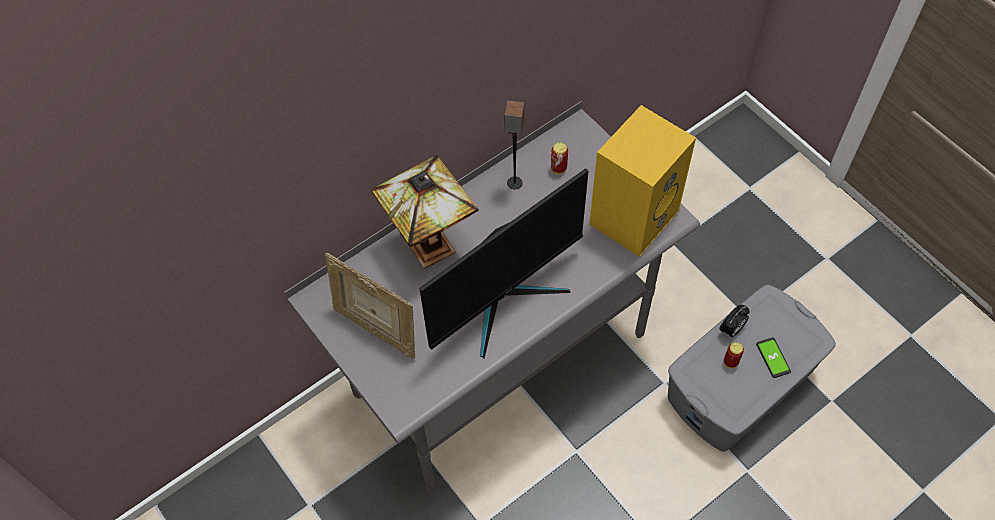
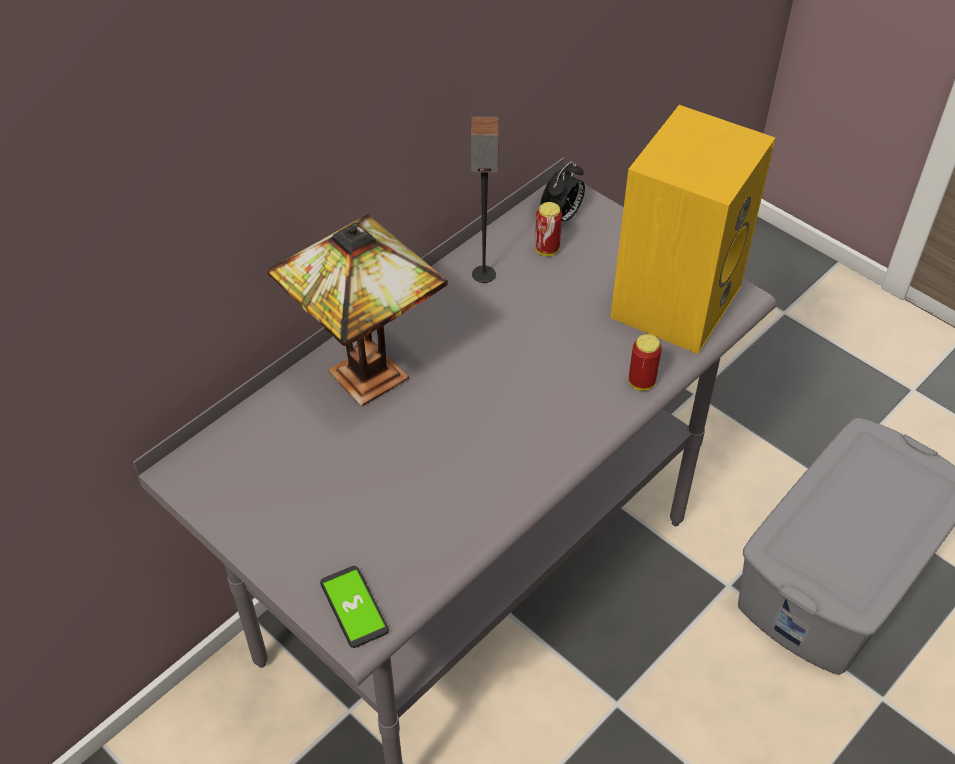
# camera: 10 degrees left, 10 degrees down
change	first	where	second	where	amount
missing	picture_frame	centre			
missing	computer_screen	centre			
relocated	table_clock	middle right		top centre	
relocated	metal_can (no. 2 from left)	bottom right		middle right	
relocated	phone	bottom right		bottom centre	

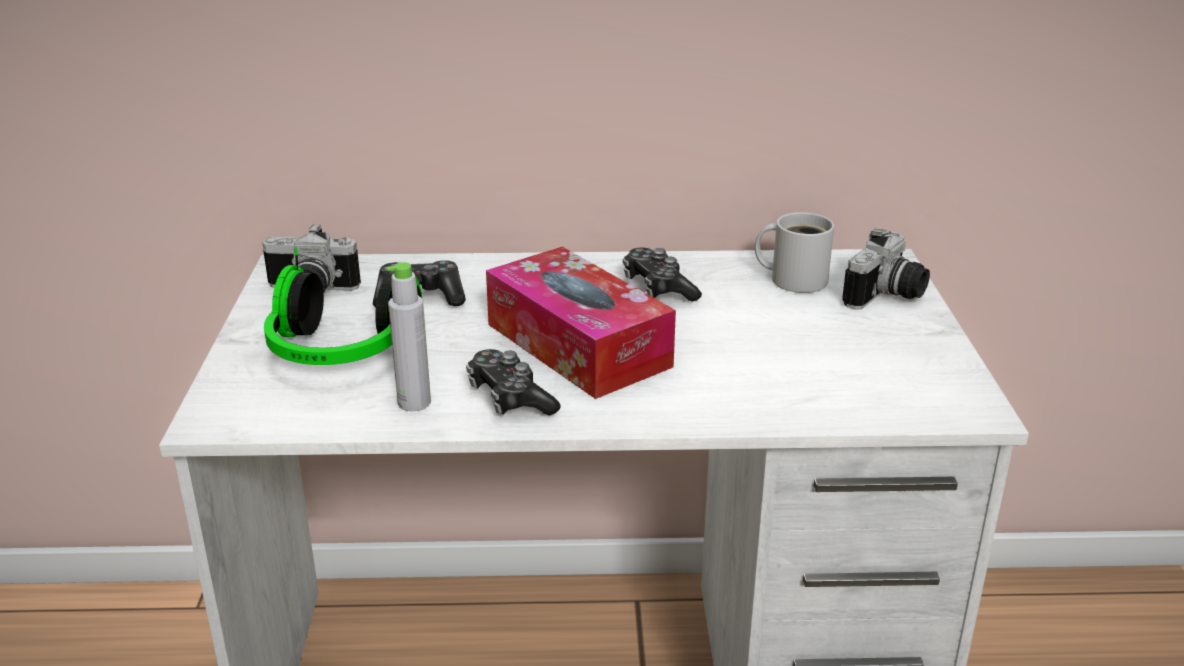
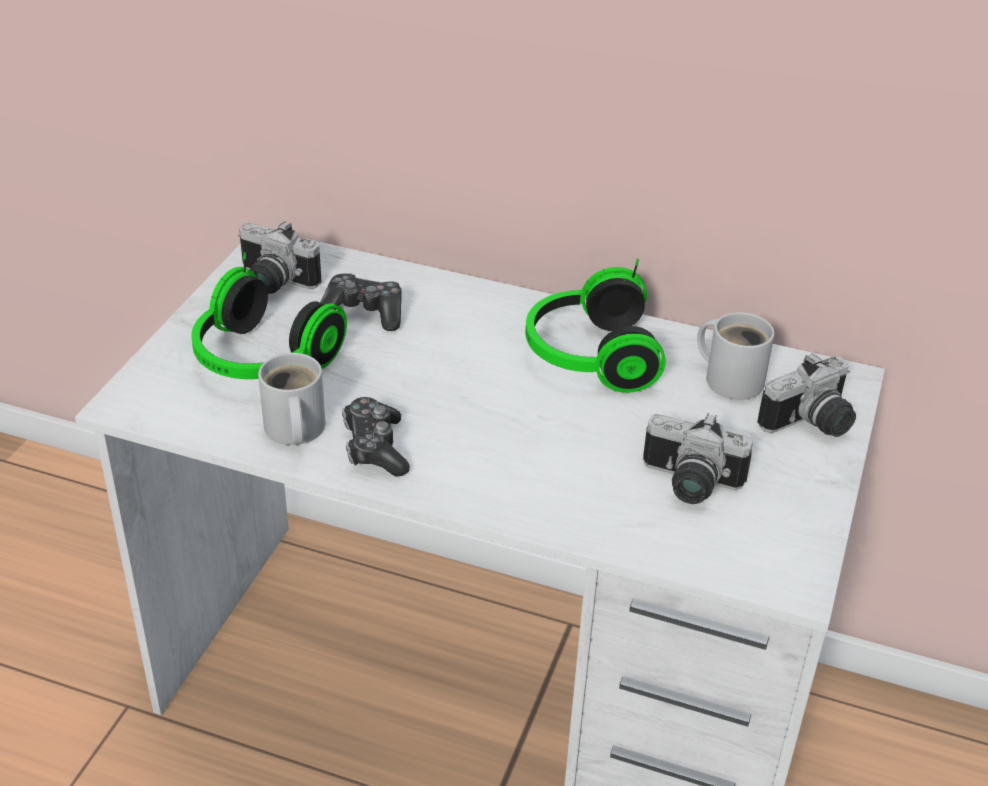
# camera: 20 degrees right, 10 degrees up
change	first	where	second	where	amount
exchanged	grey_bottle	centre	white_tea_mug (no. 1 from left)	middle left	
missing	tissue_box	centre			
exchanged	game_controller (no. 3 from left)	centre	pair_of_headphones (no. 2 from left)	centre	
appeared			still_camera (no. 2 from left)	middle right	

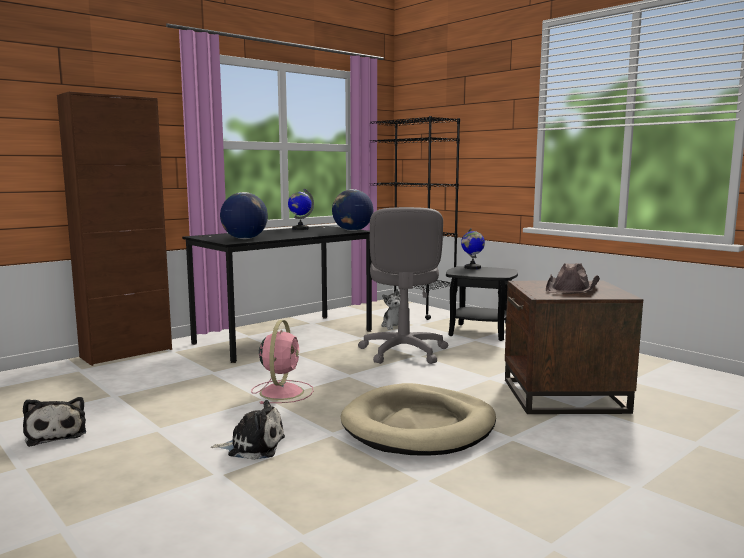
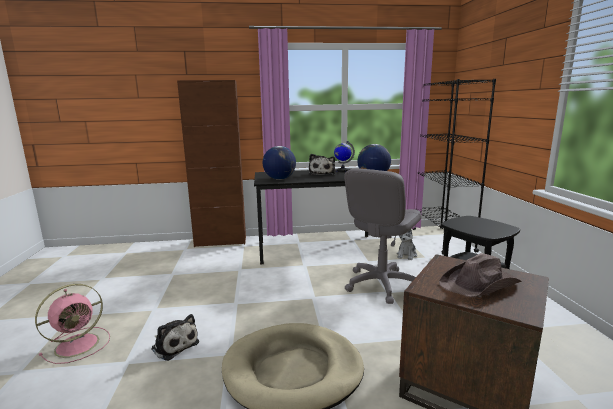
# camera: 35 degrees right, 5 degrees up
change	first	where	second	where	amount
relocated	cuddly_toy (no. 1 from left in the first image)	bottom left	cuddly_toy (no. 2 from left)	centre	
relocated	pink-coloured_fan	centre		bottom left	
missing	world_globe (no. 4 from left)	centre			

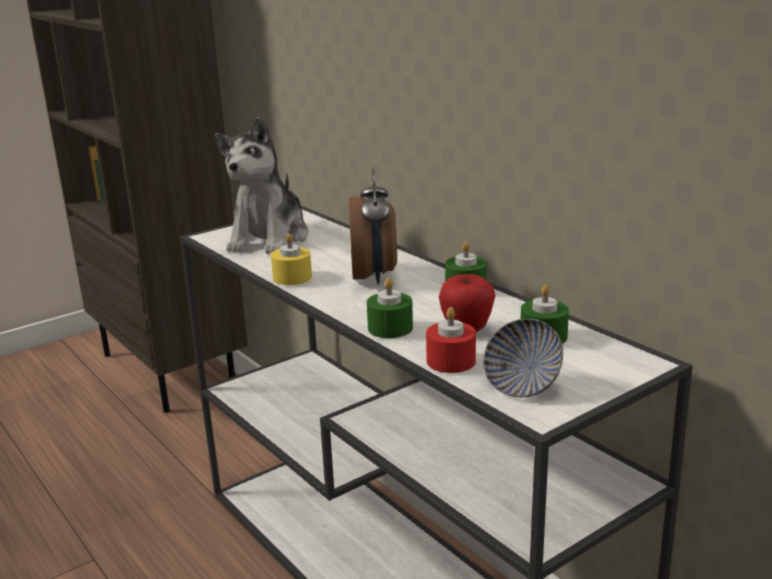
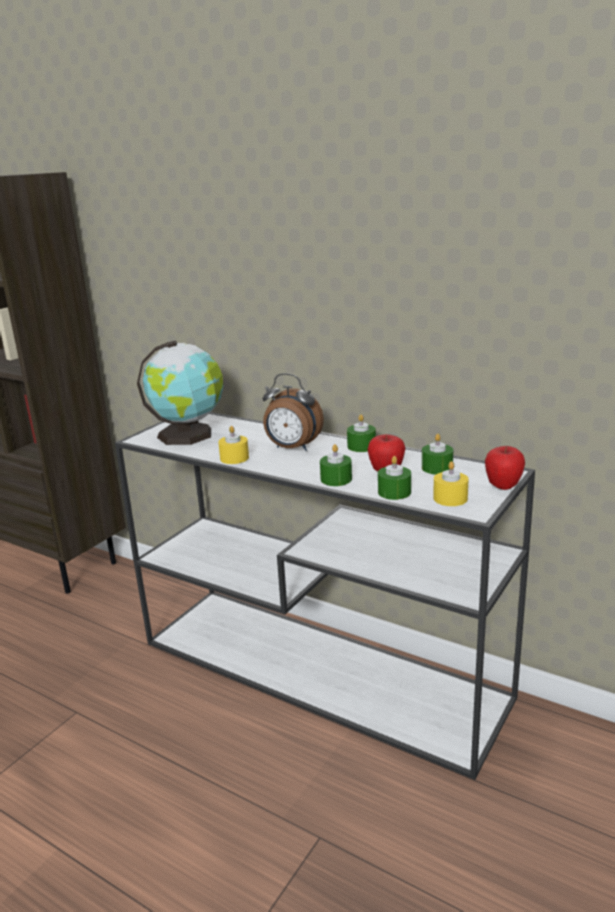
# camera: 20 degrees left, 0 degrees up
change	first	where	second	where	amount
exchanged	cuddly_toy	top centre	world_globe	middle left	
spun	table_clock	centre		centre	135 degrees clockwise
colour	red_wax_light	centre	green_wax_light (no. 3 from left)	centre	
exchanged	deep_dish	middle right	yellow-coloured_wax_light (no. 2 from left)	middle right	
appeared			whole_apple (no. 2 from left)	middle right	

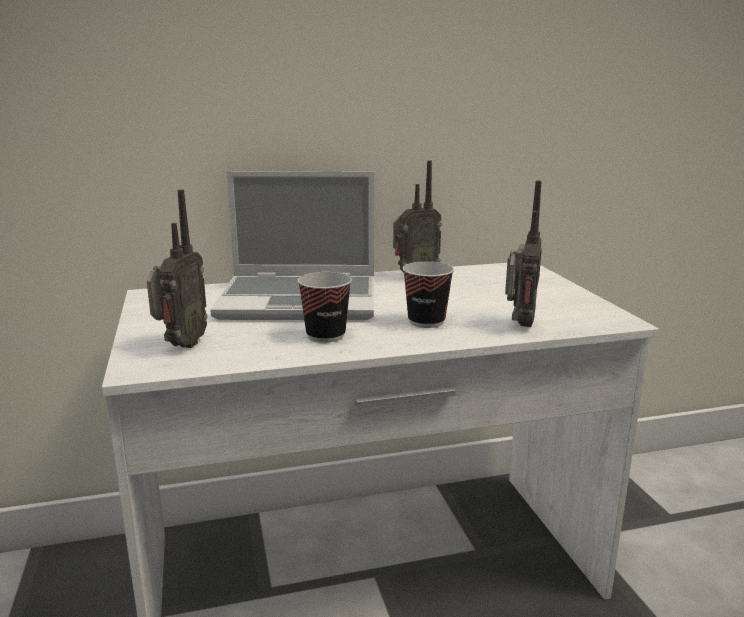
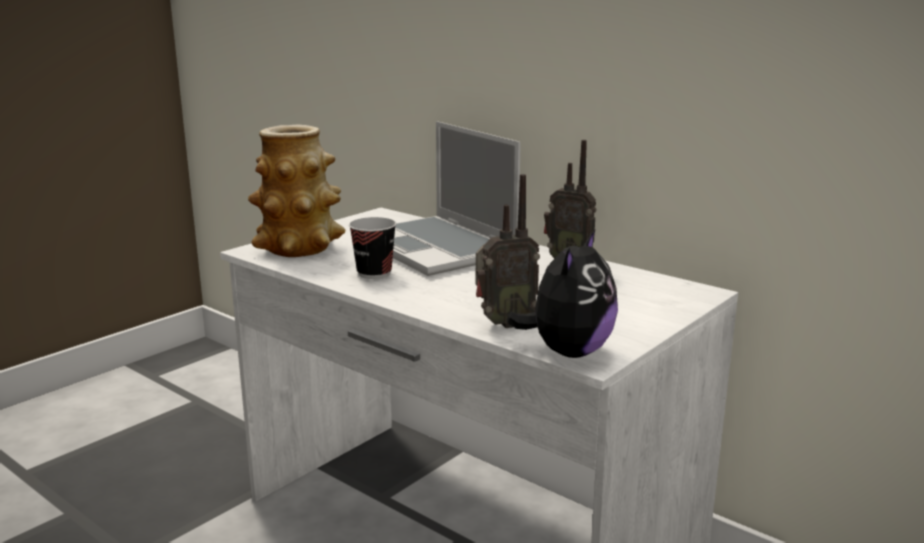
# camera: 55 degrees right, 0 degrees up
change	first	where	second	where	amount
exchanged	radio_receiver (no. 1 from left)	middle left	flower_vase	middle left	
missing	small_cup (no. 2 from left)	centre			
appeared			cuddly_toy	centre	

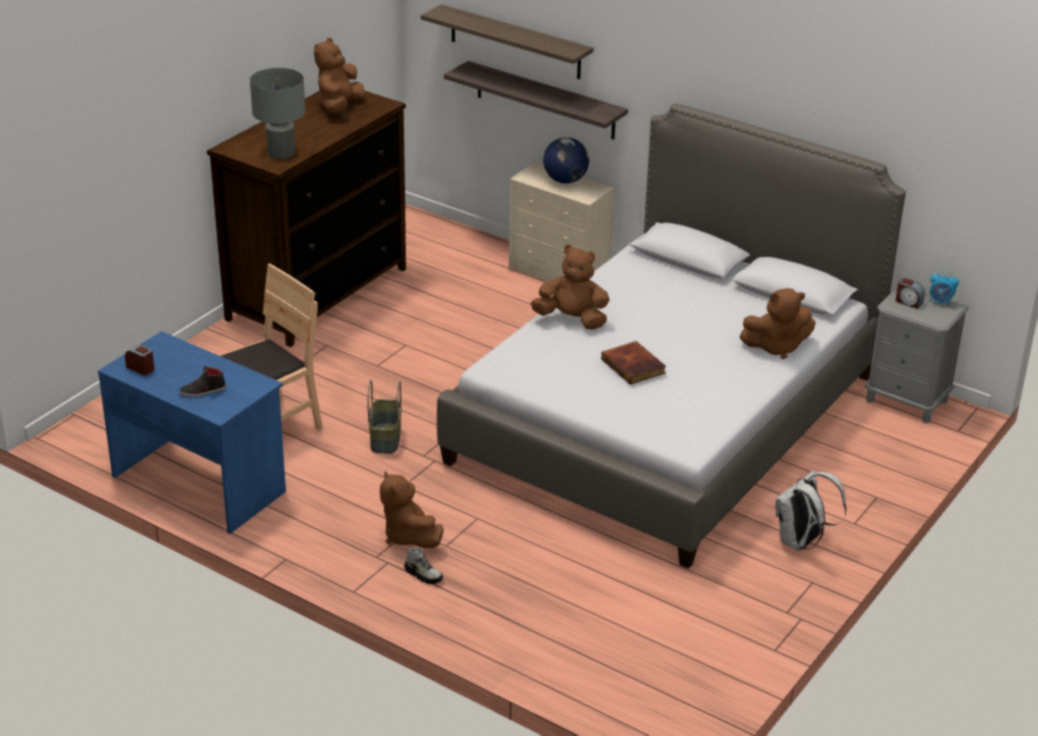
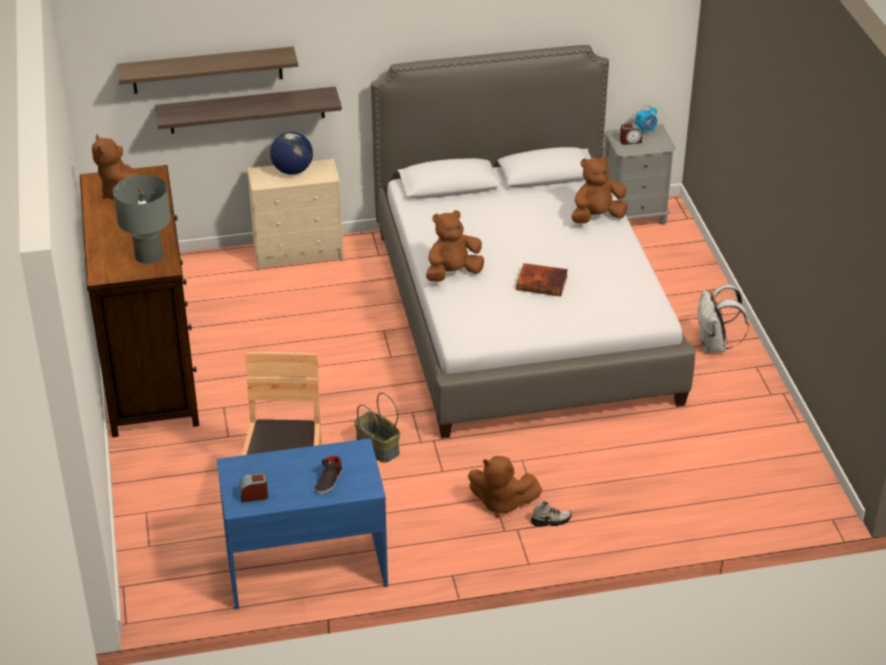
# camera: 45 degrees left, 5 degrees up
change	first	where	second	where	amount
spun	brownish_cuddly_toy (no. 4 from left)	middle right		top right	150 degrees counterclockwise

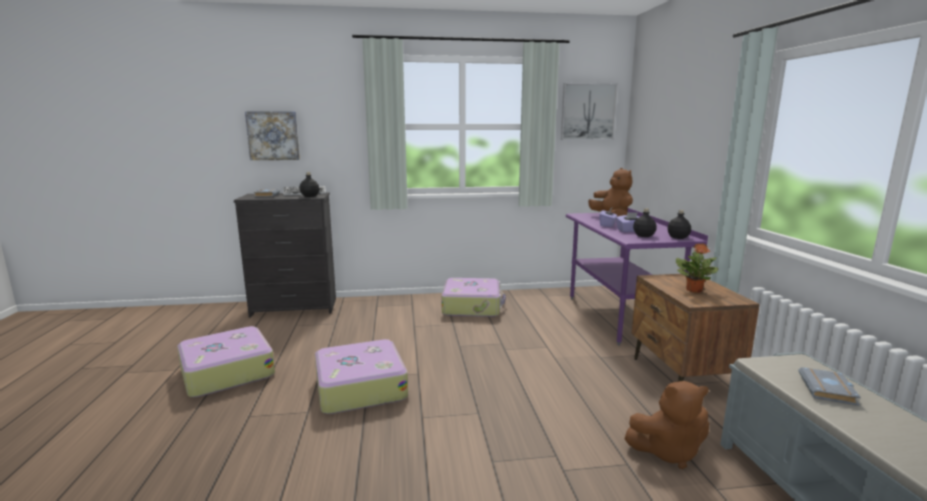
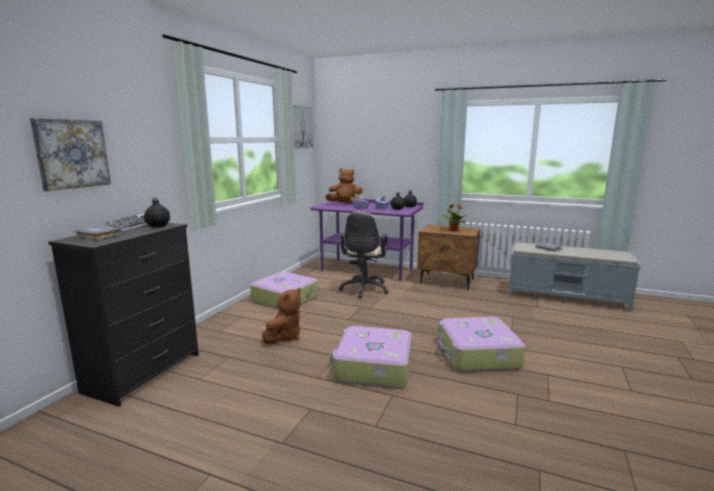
# camera: 60 degrees left, 0 degrees up
change	first	where	second	where	amount
relocated	piece_of_luggage (no. 1 from left in the first image)	bottom left	piece_of_luggage (no. 3 from left)	bottom right	
relocated	brownish_cuddly_toy (no. 2 from left in the first image)	bottom right	brownish_cuddly_toy (no. 1 from left)	centre	
appeared			beige-coloured_office_chair	centre	

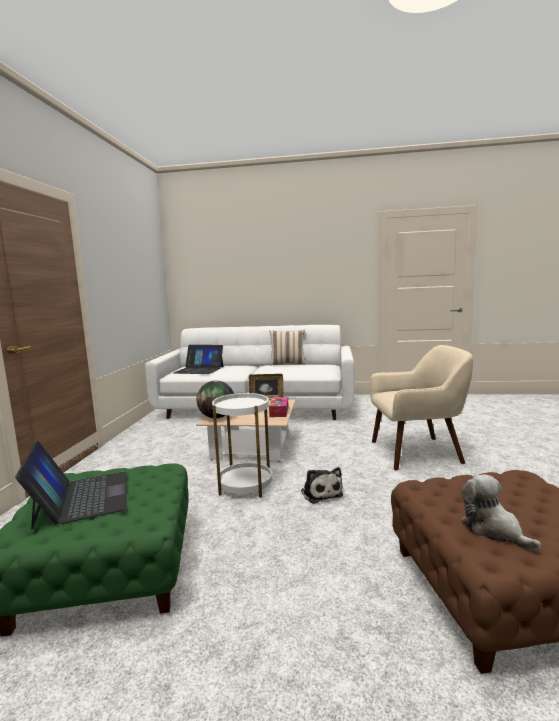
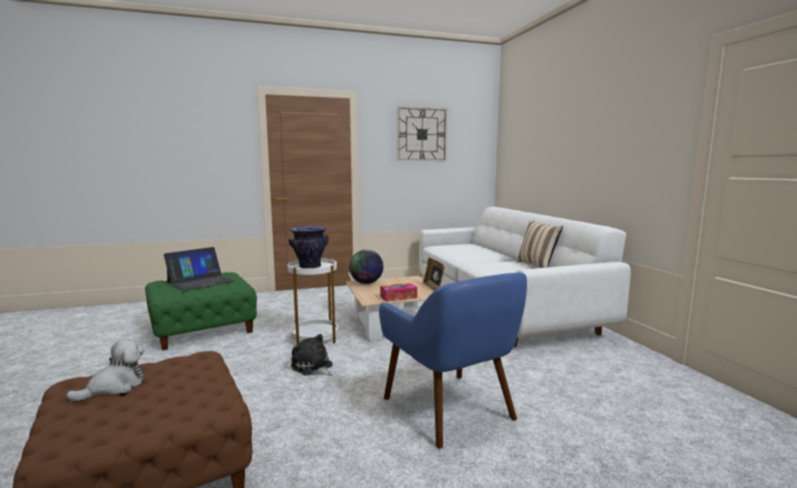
# camera: 65 degrees right, 0 degrees up
change	first	where	second	where	amount
missing	laptop (no. 2 from left)	centre			
spun	cuddly_toy (no. 1 from left in the first image)	bottom centre	cuddly_toy (no. 2 from left)	bottom centre	90 degrees clockwise
colour	beige-coloured_armchair	middle right	blue-coloured_armchair	bottom centre	
appeared			flower_vase	centre	
appeared			wall_clock	top centre	

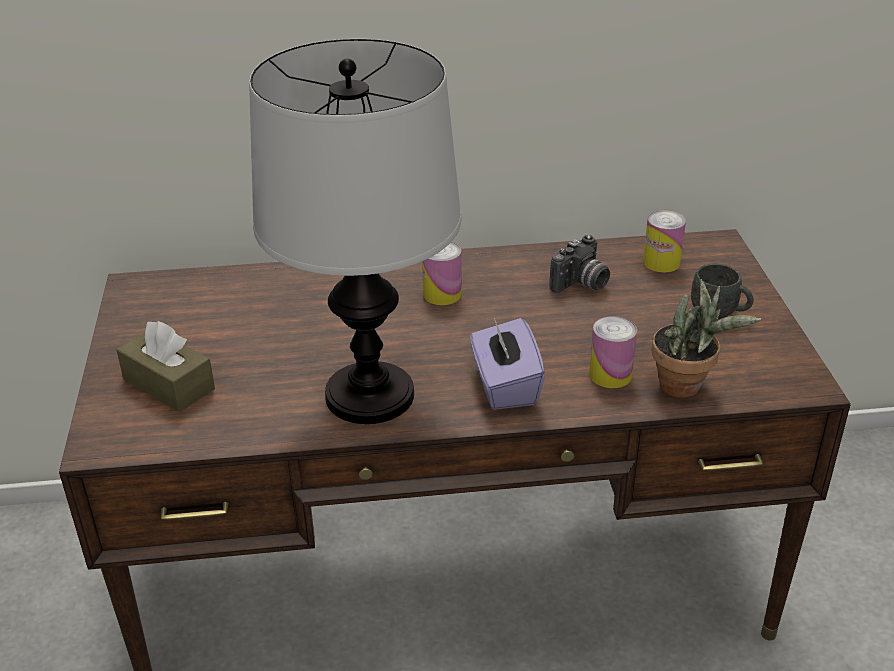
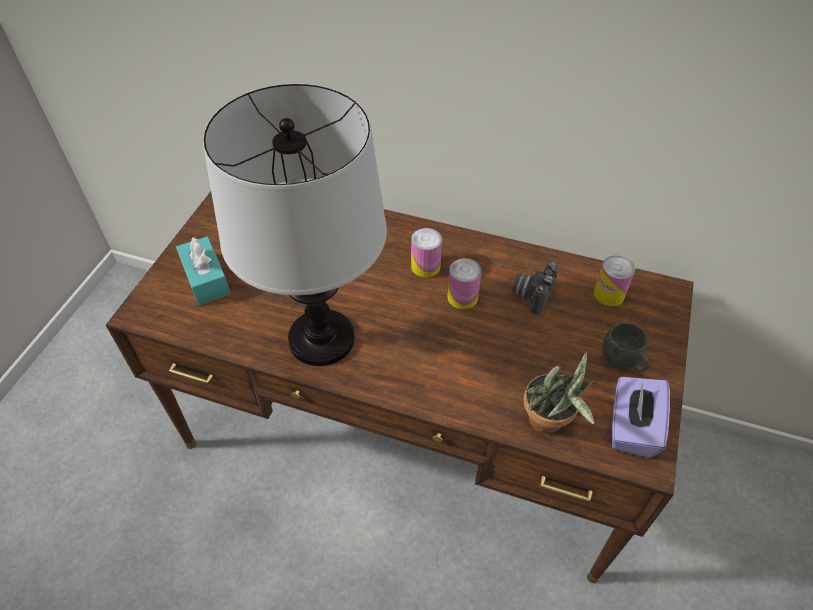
# camera: 25 degrees right, 15 degrees up
change	first	where	second	where	amount
colour	brownish_tissue_box	middle left	turquoise-coloured_tissue_box	middle left	
relocated	purplish_tissue_box	centre		bottom right	
spun	still_camera	centre		centre	135 degrees clockwise
relocated	metal_can (no. 2 from left)	middle right		centre	

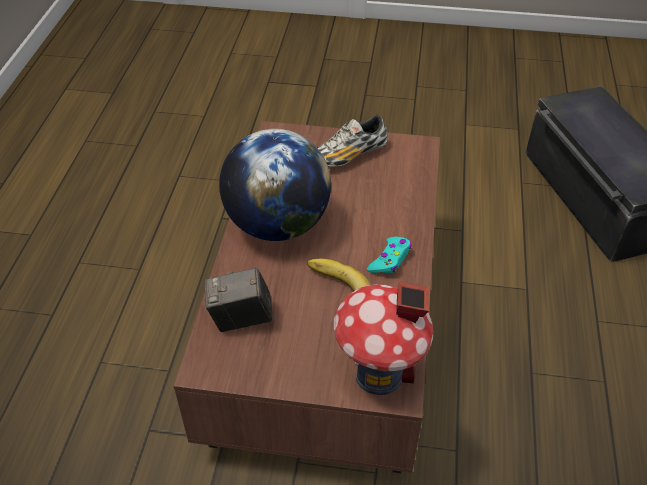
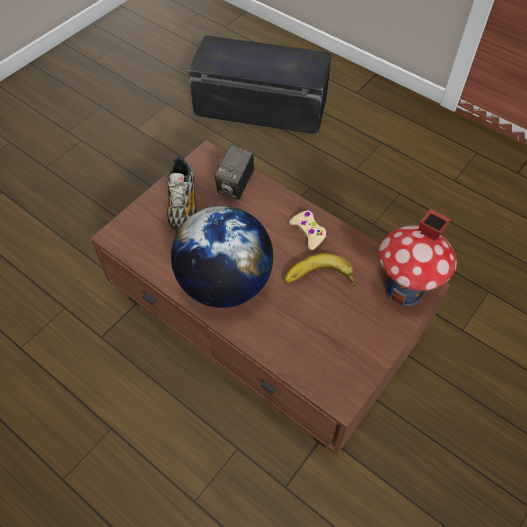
# camera: 60 degrees left, 10 degrees up
change	first	where	second	where	amount
relocated	still_camera	centre		top centre	
colour	turquoise-coloured_game_controller	centre	beige-coloured_game_controller	centre	

